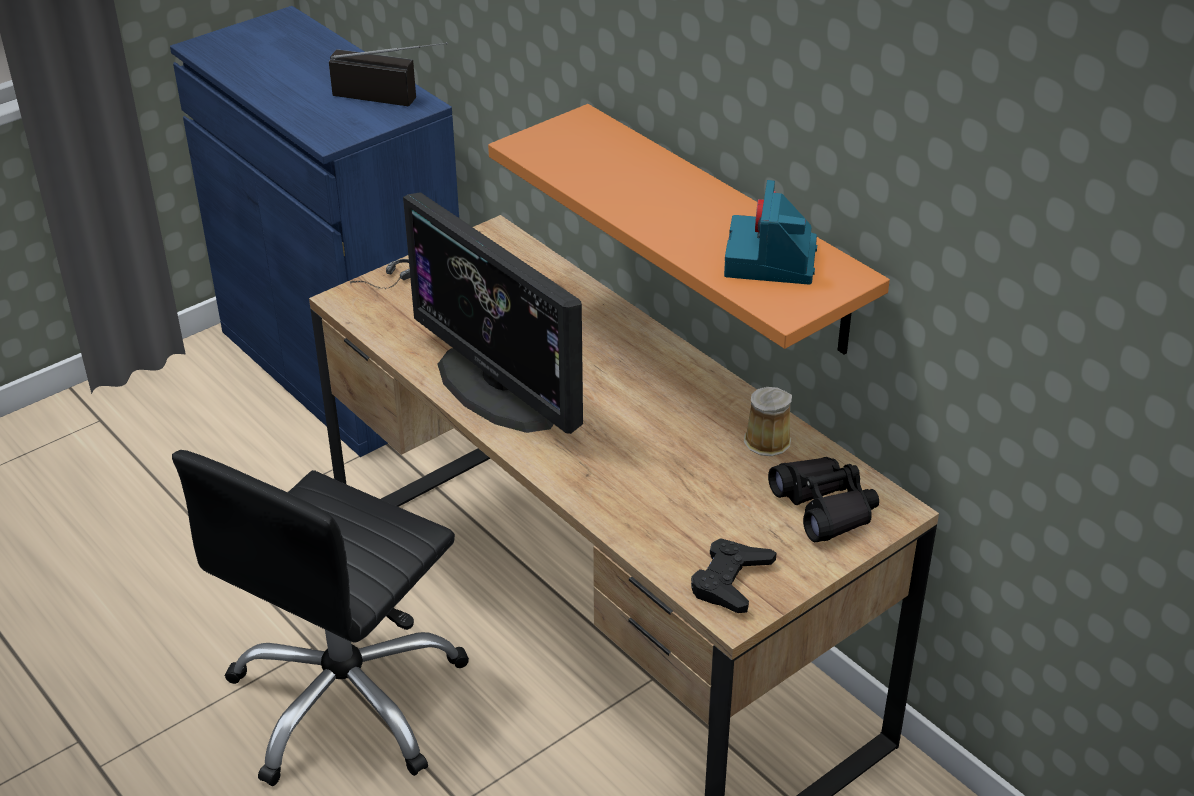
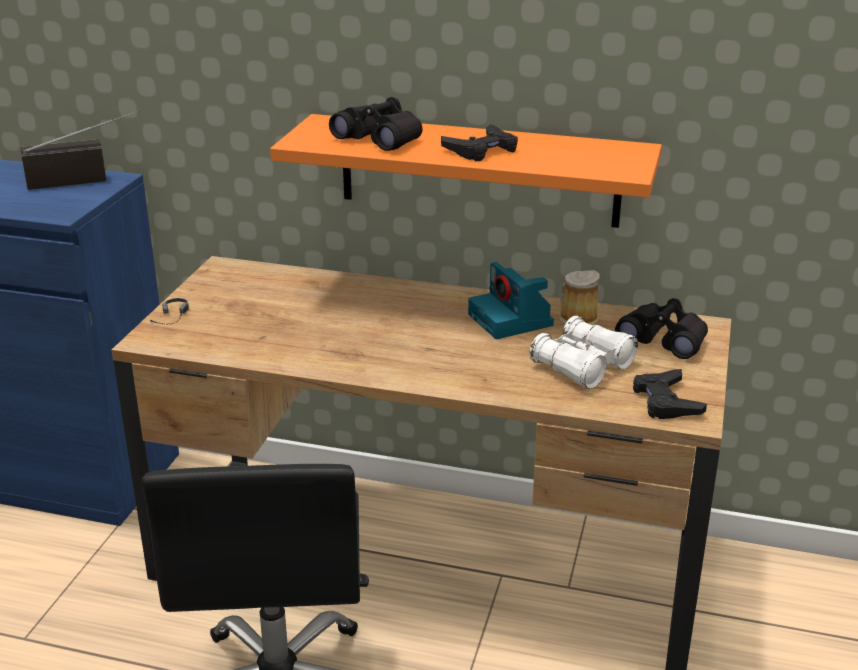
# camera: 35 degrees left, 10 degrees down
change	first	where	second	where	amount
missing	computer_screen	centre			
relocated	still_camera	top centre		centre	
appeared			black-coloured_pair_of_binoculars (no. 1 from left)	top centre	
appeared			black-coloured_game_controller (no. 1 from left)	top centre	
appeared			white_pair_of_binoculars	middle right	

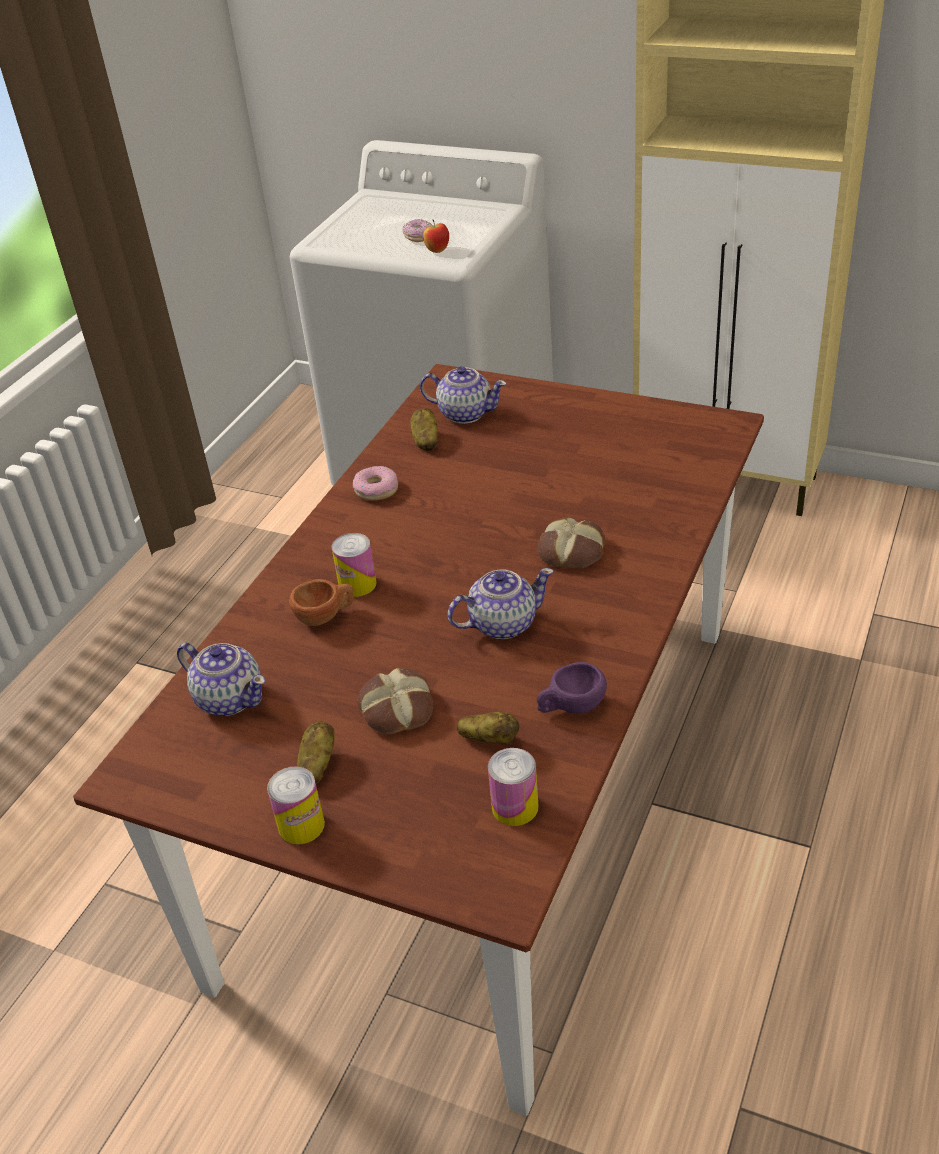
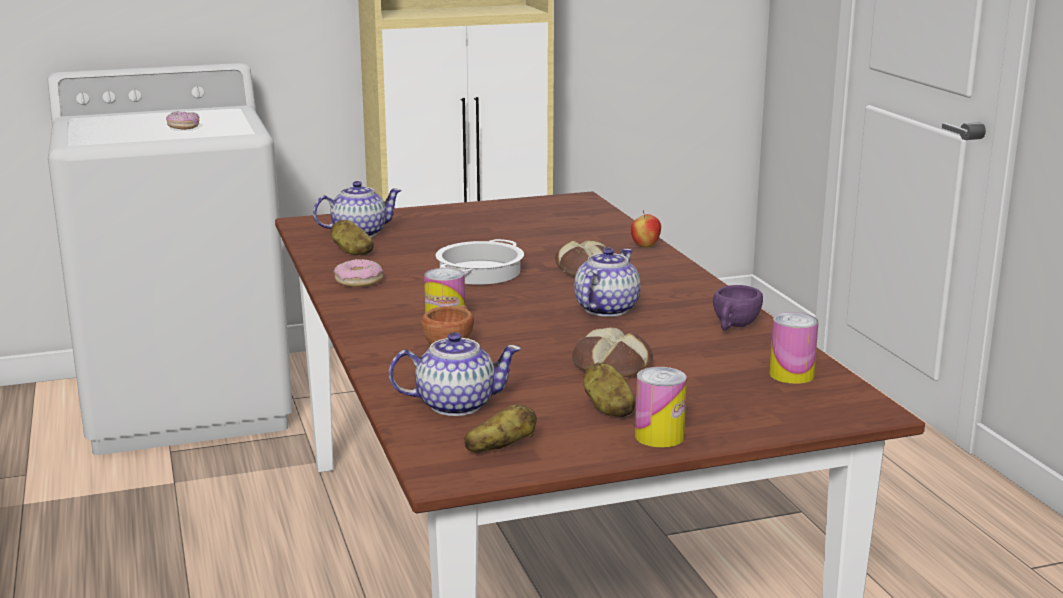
# camera: 45 degrees left, 20 degrees down
change	first	where	second	where	amount
relocated	whole_apple	top centre		centre	
relocated	whole_potato (no. 3 from left in the first image)	centre	whole_potato (no. 2 from left)	bottom centre	
appeared			saucepot	centre	

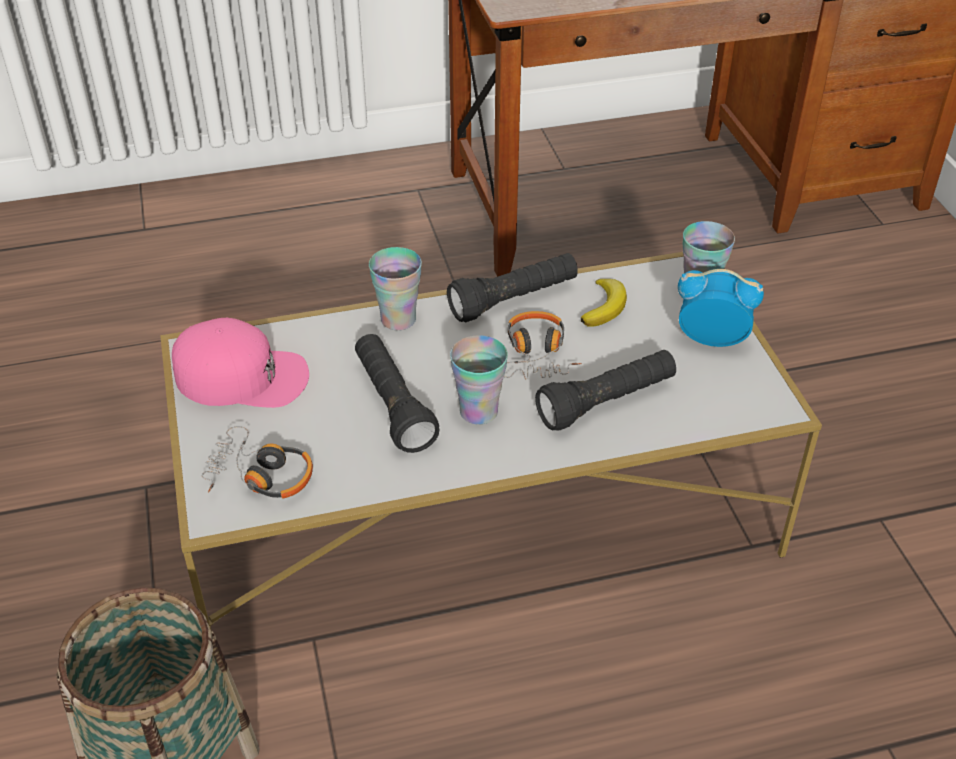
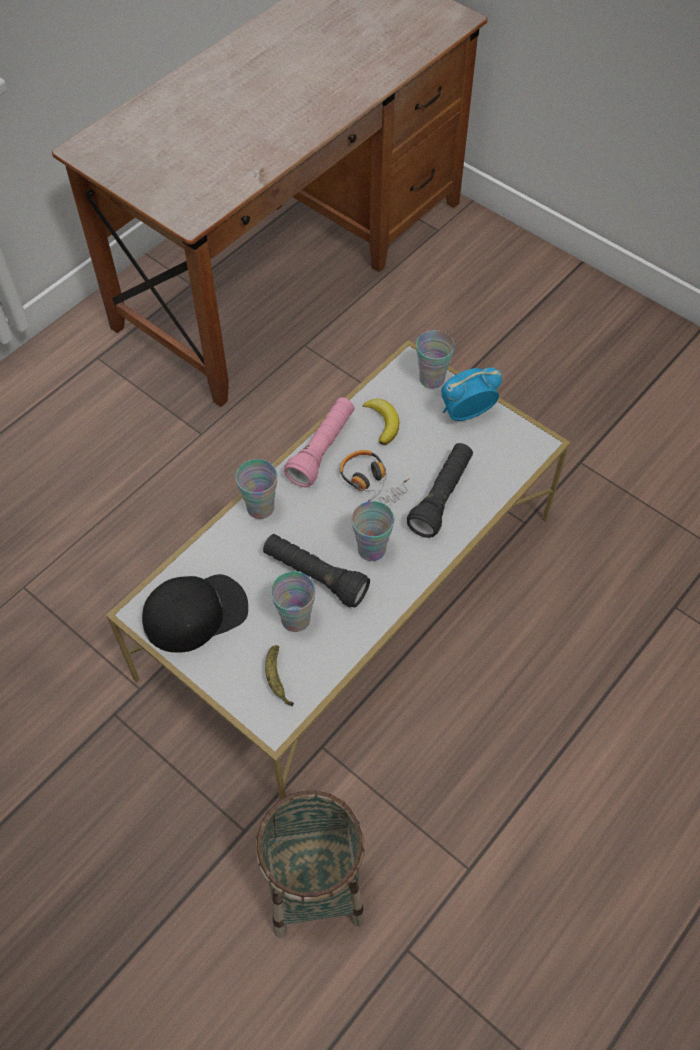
# camera: 35 degrees left, 15 degrees up
change	first	where	second	where	amount
colour	pink-coloured_cap	middle left	black-coloured_cap	middle left	
exchanged	pair_of_headphones (no. 1 from left)	middle left	whole_banana (no. 1 from left)	centre	
colour	black-coloured_torch (no. 2 from left)	centre	pink-coloured_torch	centre	
appeared			small_cup (no. 2 from left)	centre	

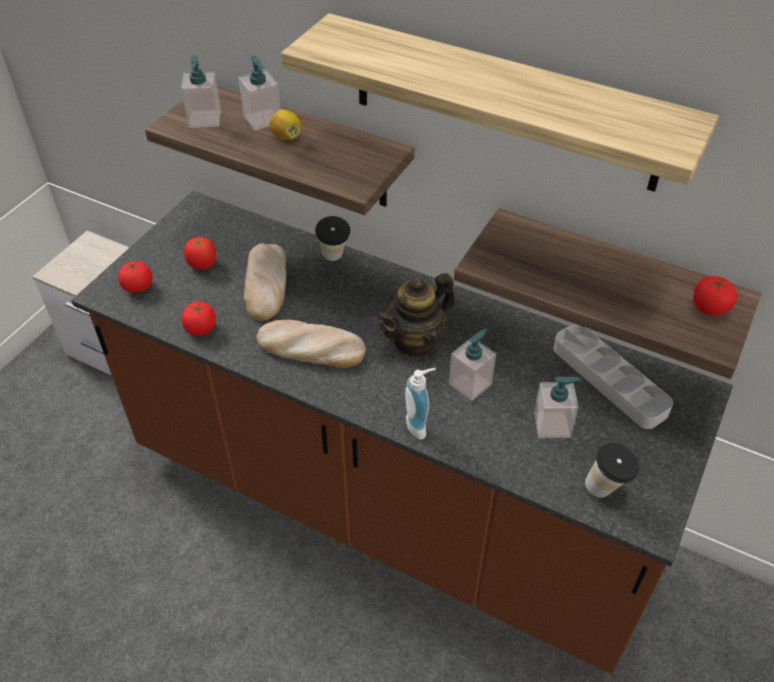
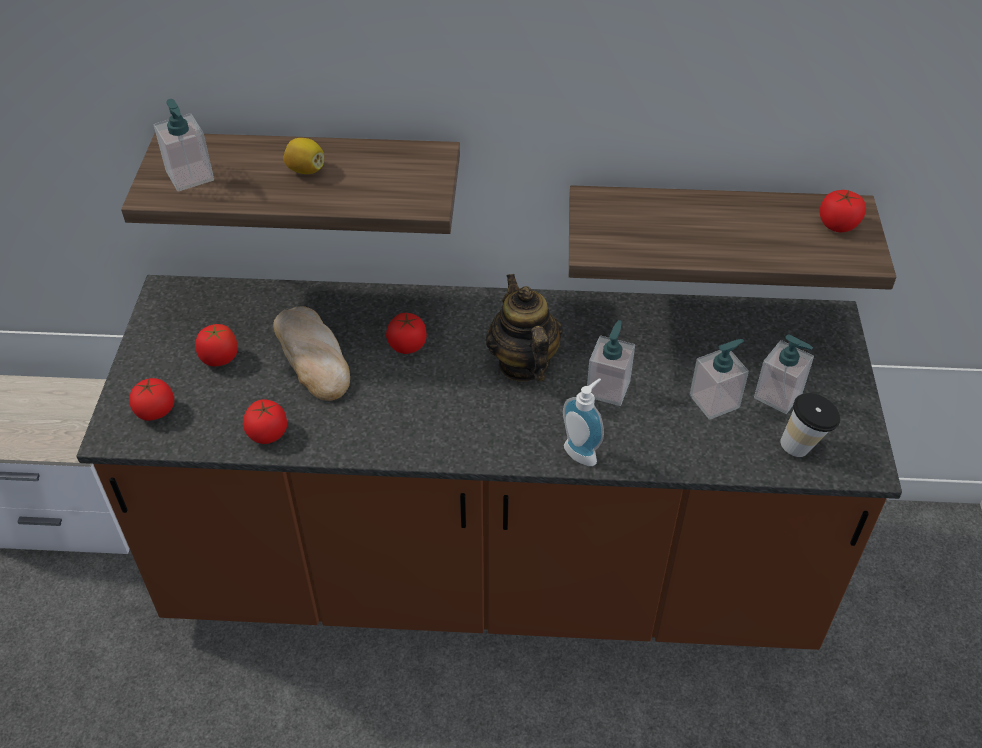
# camera: 25 degrees left, 0 degrees up
change	first	where	second	where	amount
relocated	liquid_soap_bottle (no. 2 from left in the first image)	top centre	liquid_soap_bottle (no. 5 from left)	middle right	
missing	bakery_bread (no. 2 from left)	centre			
missing	wall_shelf (no. 2 from left)	top centre			
missing	small_cup (no. 1 from left)	centre			
spun	tea_pot	centre		centre	135 degrees clockwise
missing	grey_serving_tray	middle right			
appeared			fresh_tomato (no. 4 from left)	centre	

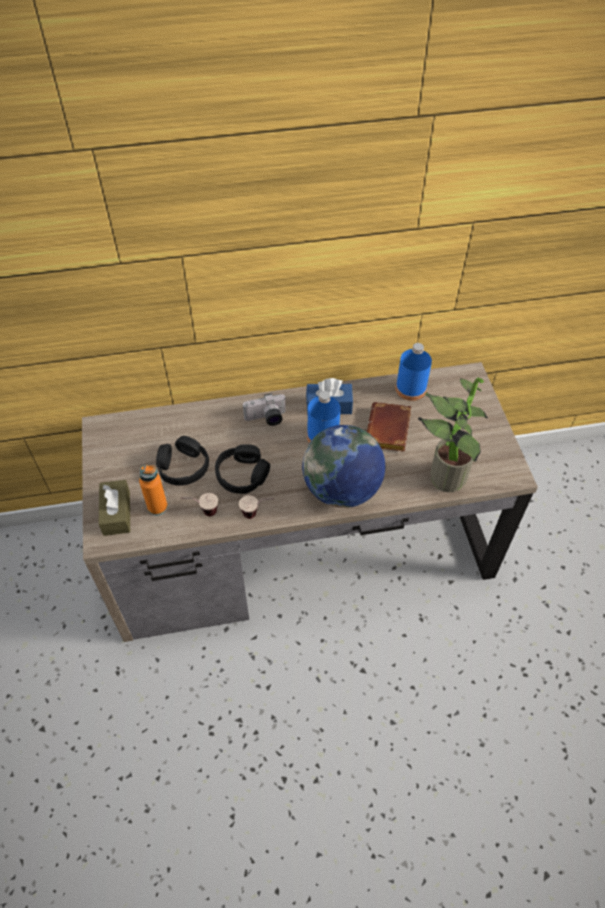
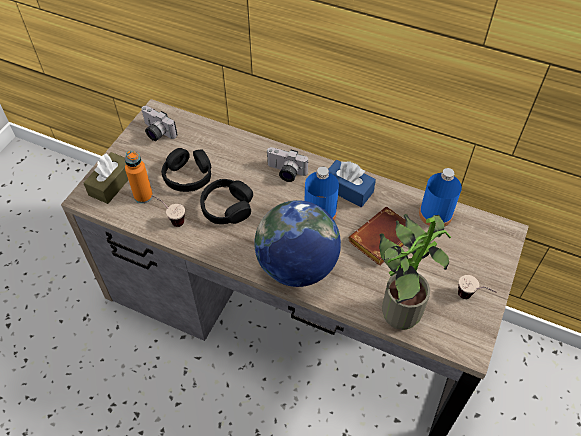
# camera: 35 degrees right, 0 degrees up
change	first	where	second	where	amount
relocated	small_cup (no. 2 from left)	centre		middle right	
appeared			still_camera (no. 1 from left)	top left	

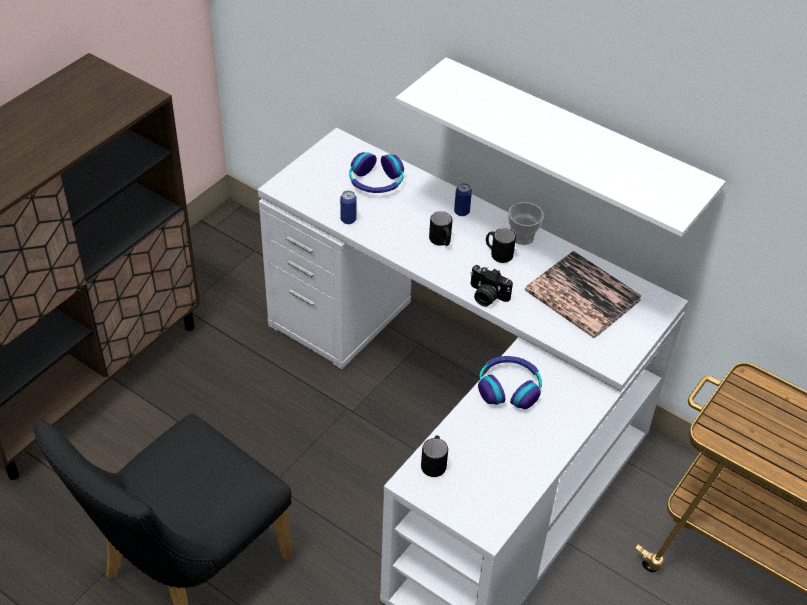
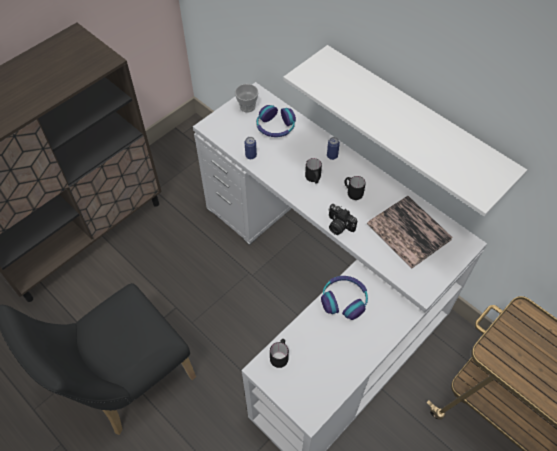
# camera: 10 degrees right, 10 degrees up
change	first	where	second	where	amount
relocated	small_cup	centre		top centre	

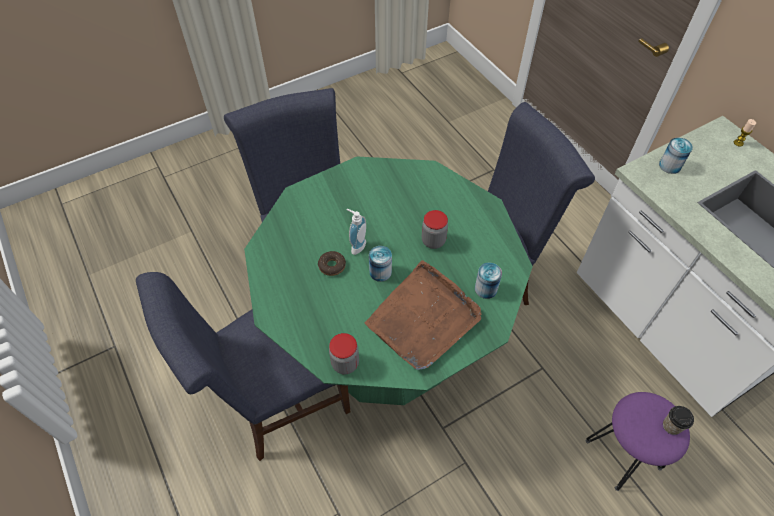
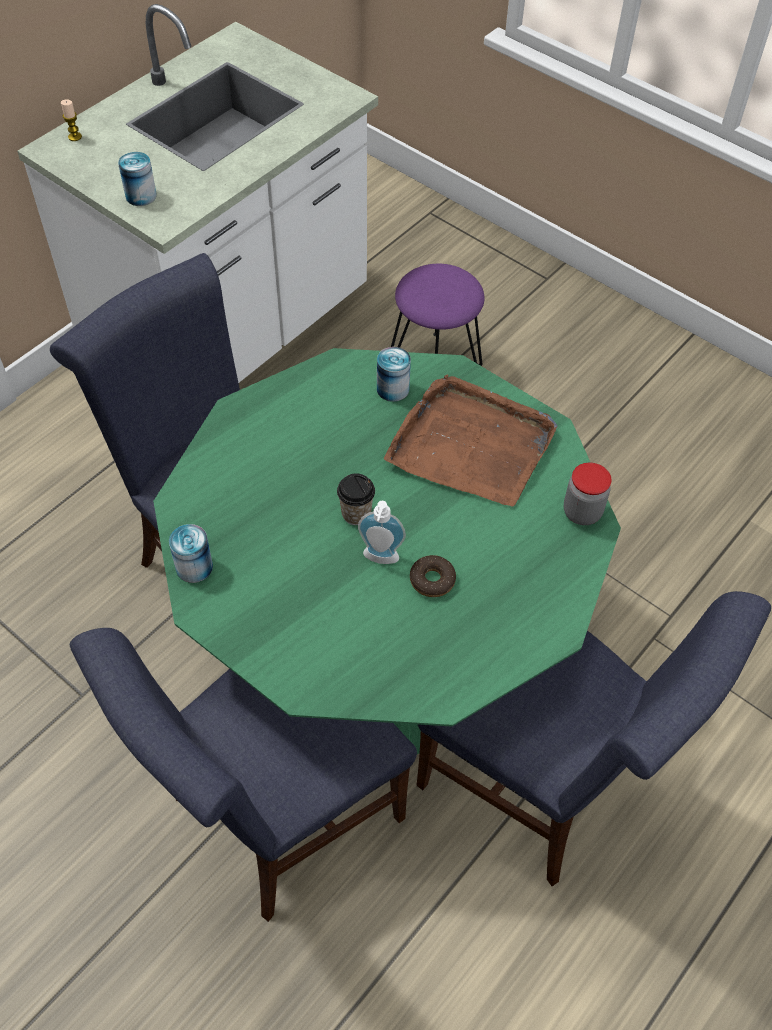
# camera: 110 degrees left, 0 degrees up
change	first	where	second	where	amount
relocated	metal_can (no. 1 from left in the first image)	centre	metal_can (no. 2 from left)	middle left	
missing	jar (no. 2 from left)	centre			
relocated	small_cup	bottom right		centre	

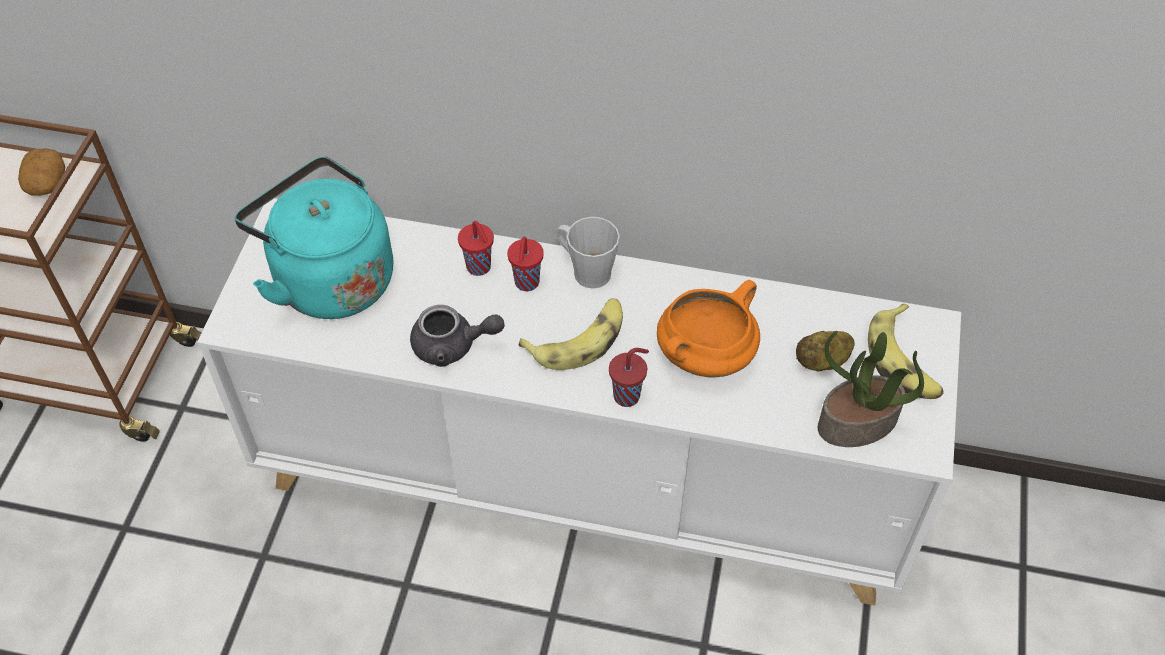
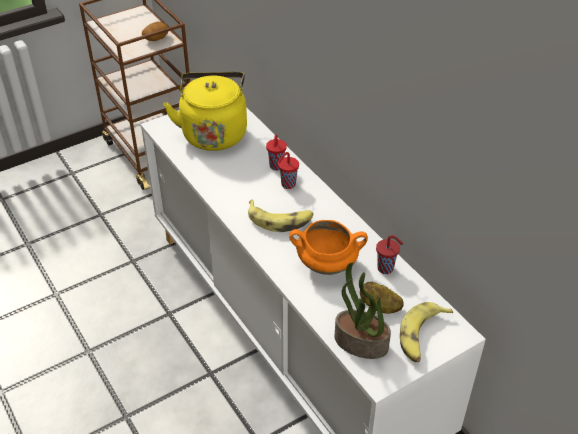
# camera: 45 degrees right, 10 degrees down
change	first	where	second	where	amount
colour	turquoise-coloured_water_kettle	middle left	yellow-coloured_water_kettle	top centre	
missing	grey_tea_pot	centre			
missing	grey_tea_mug	centre			
relocated	red_small_cup (no. 3 from left)	centre		middle right	

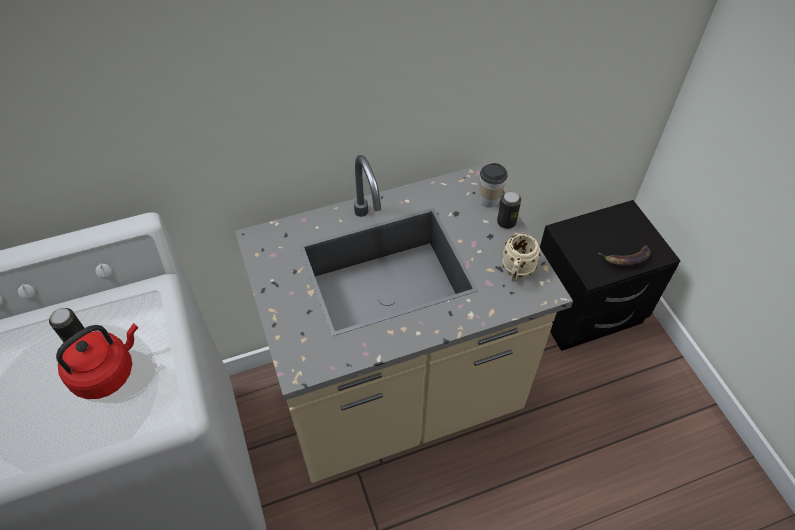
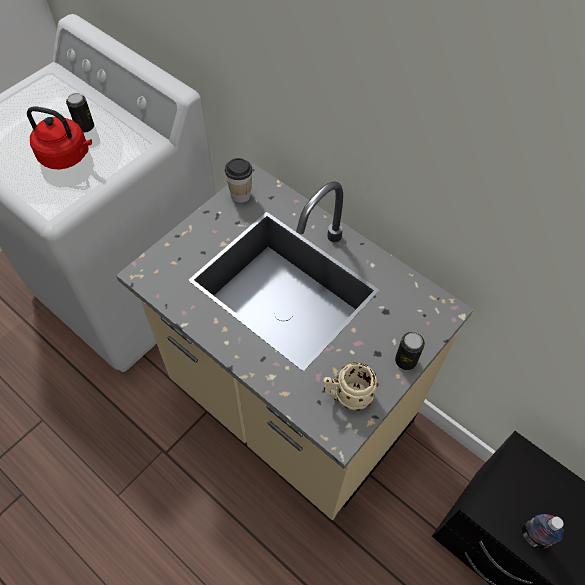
# camera: 60 degrees right, 5 degrees up
change	first	where	second	where	amount
relocated	small_cup	centre		top centre	
exchanged	whole_banana	middle right	bottle	bottom right	

